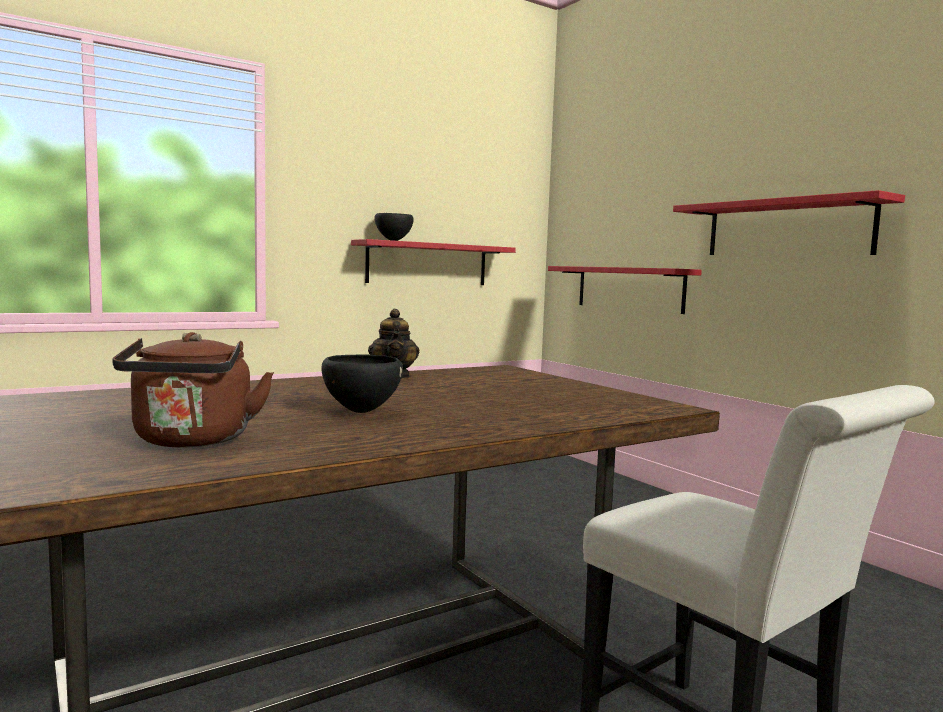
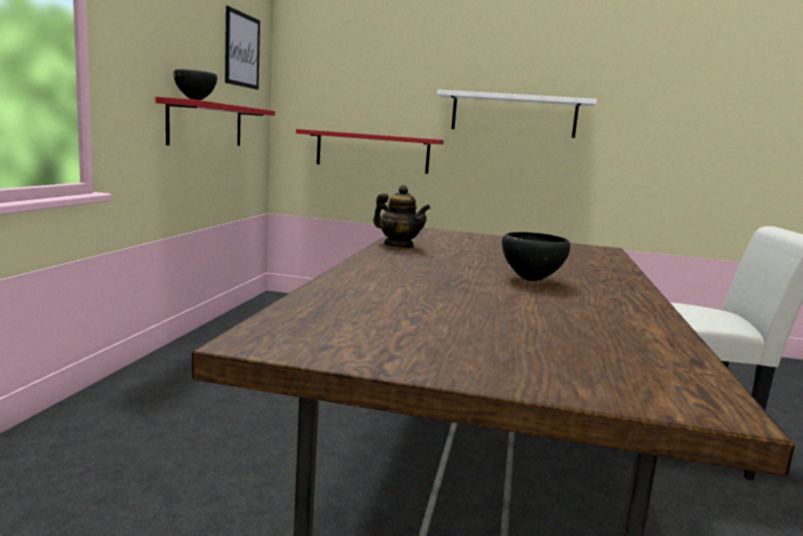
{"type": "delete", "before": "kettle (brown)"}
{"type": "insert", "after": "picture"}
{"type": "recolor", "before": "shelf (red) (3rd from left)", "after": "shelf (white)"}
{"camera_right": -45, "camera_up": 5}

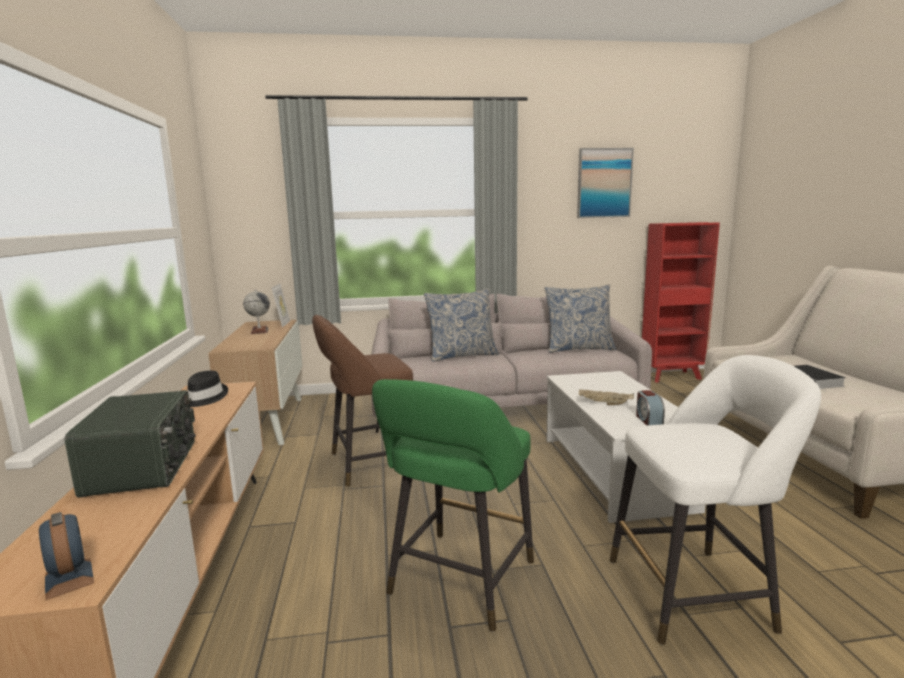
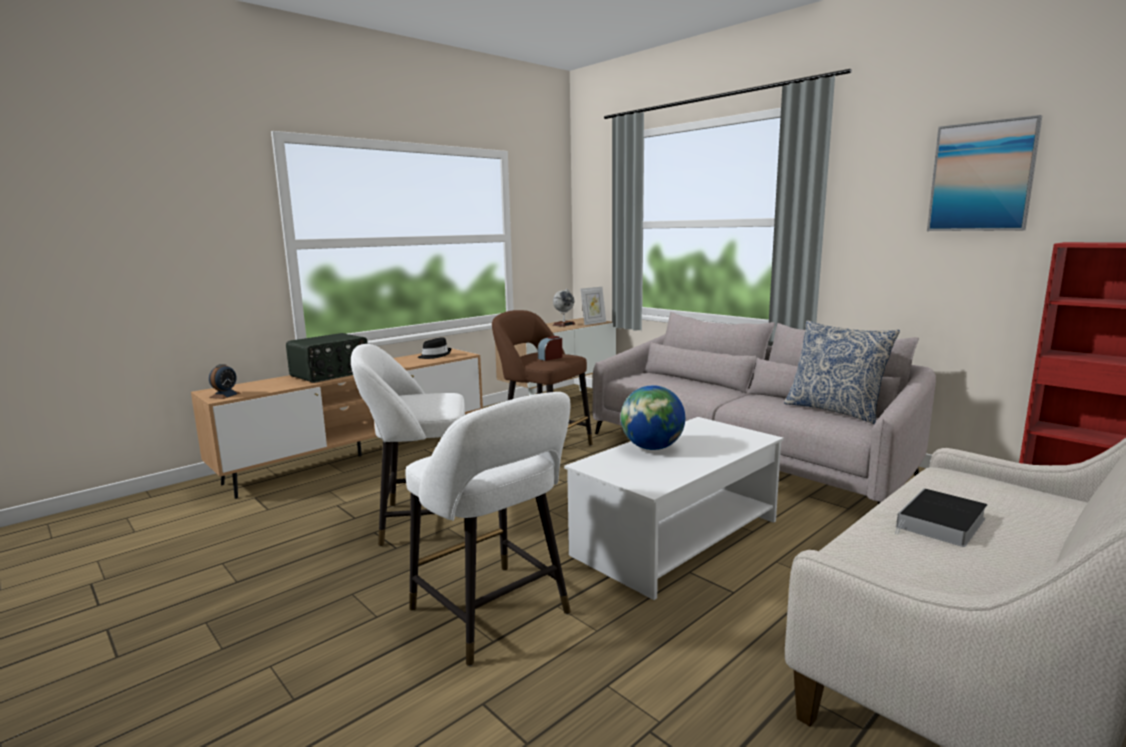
{"type": "delete", "before": "pillow (1st from left)"}
{"type": "move", "before": "alarm clock (2nd from left)"}
{"type": "replace", "before": "tray (beige)", "after": "globe (2nd from left)"}
{"type": "recolor", "before": "stool (green)", "after": "stool (white) (1st from left)"}
{"camera_right": 55, "camera_up": 0}

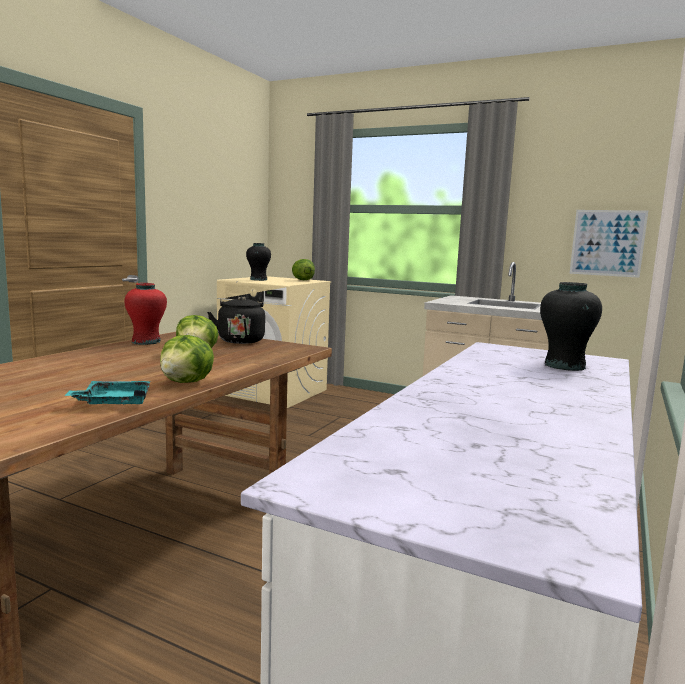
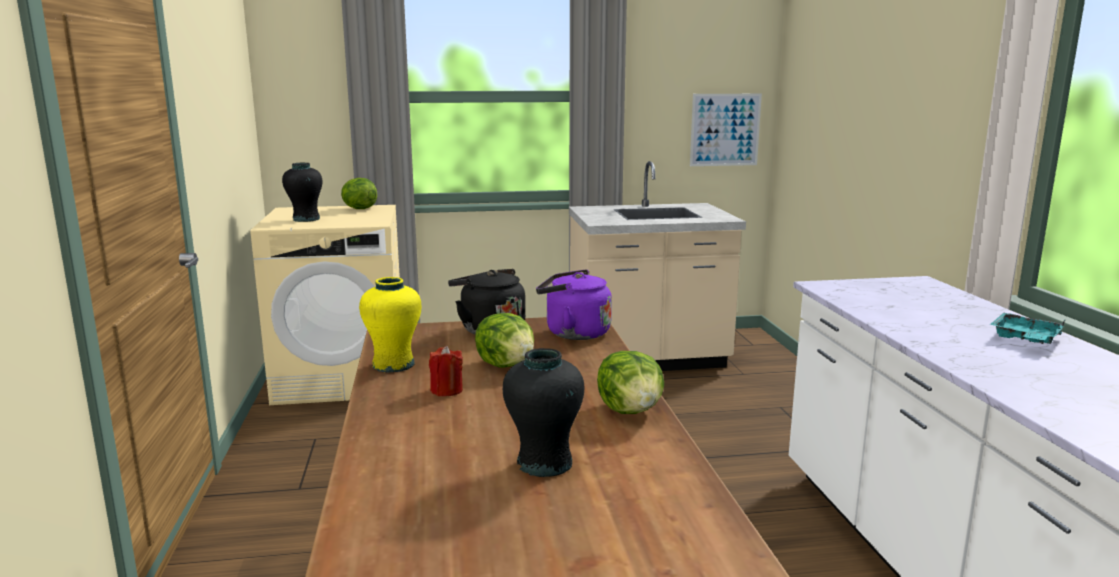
{"type": "insert", "after": "candle (red)"}
{"type": "insert", "after": "kettle (purple)"}
{"type": "move", "before": "tray (turquoise)"}
{"type": "move", "before": "vase (black) (2nd from left)"}
{"type": "recolor", "before": "vase (red)", "after": "vase (yellow)"}
{"camera_right": -35, "camera_up": 5}

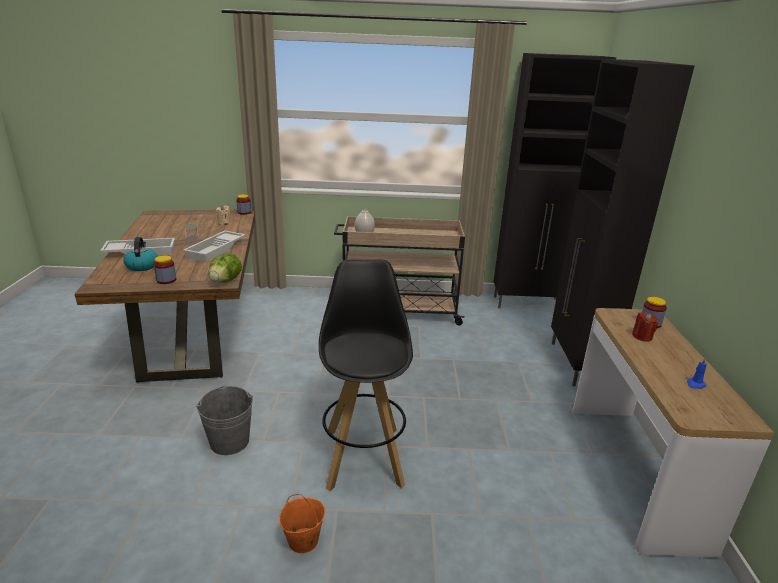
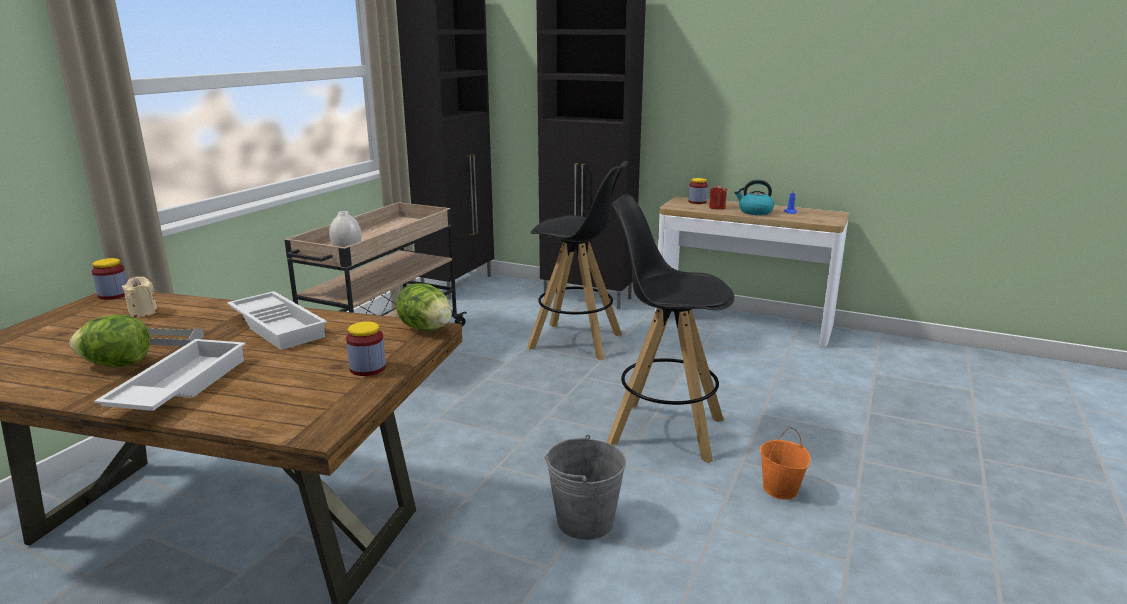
{"type": "insert", "after": "lettuce (1st from left)"}
{"type": "insert", "after": "stool (black) (1st from left)"}
{"type": "move", "before": "kettle"}
{"camera_right": -65, "camera_up": -5}

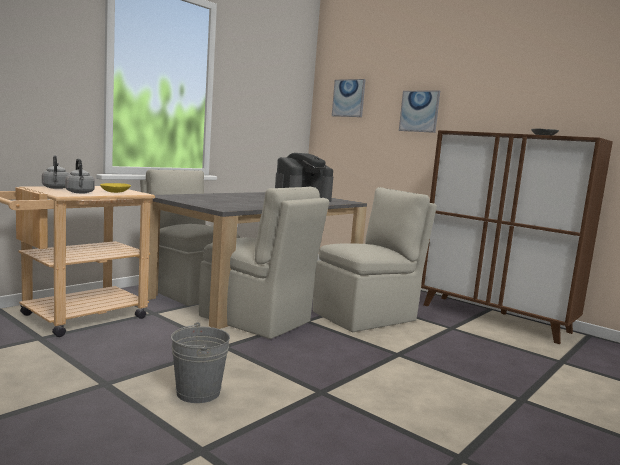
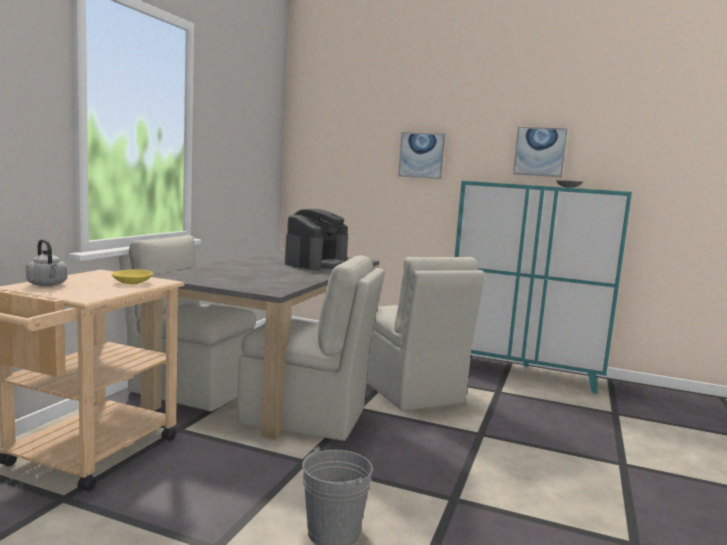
{"type": "delete", "before": "kettle (grey) (2nd from left)"}
{"type": "move", "before": "picture (1st from left in the first image)", "after": "picture (2nd from left)"}
{"type": "recolor", "before": "cabinet (brown)", "after": "cabinet (turquoise)"}
{"type": "rotate", "before": "chair (beige) (3rd from left)", "turn": 120}
{"camera_right": -20, "camera_up": 0}

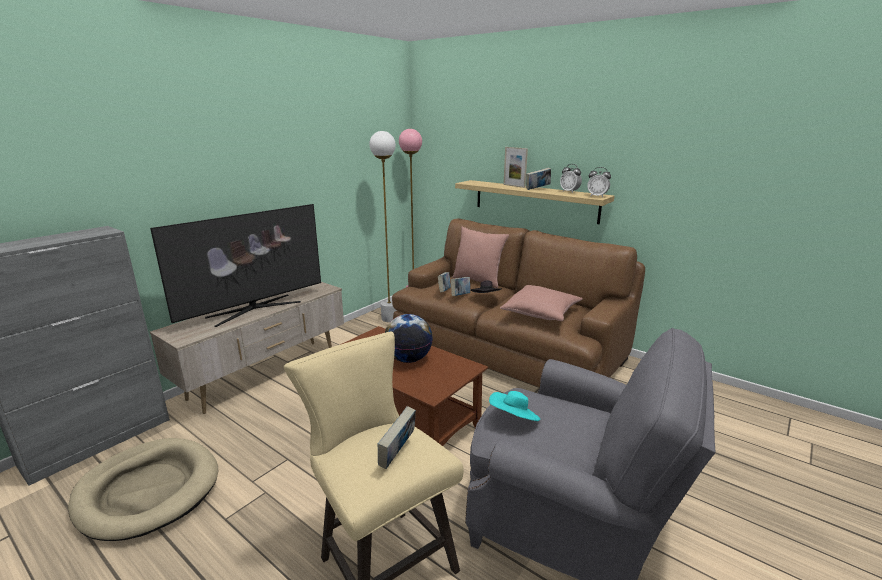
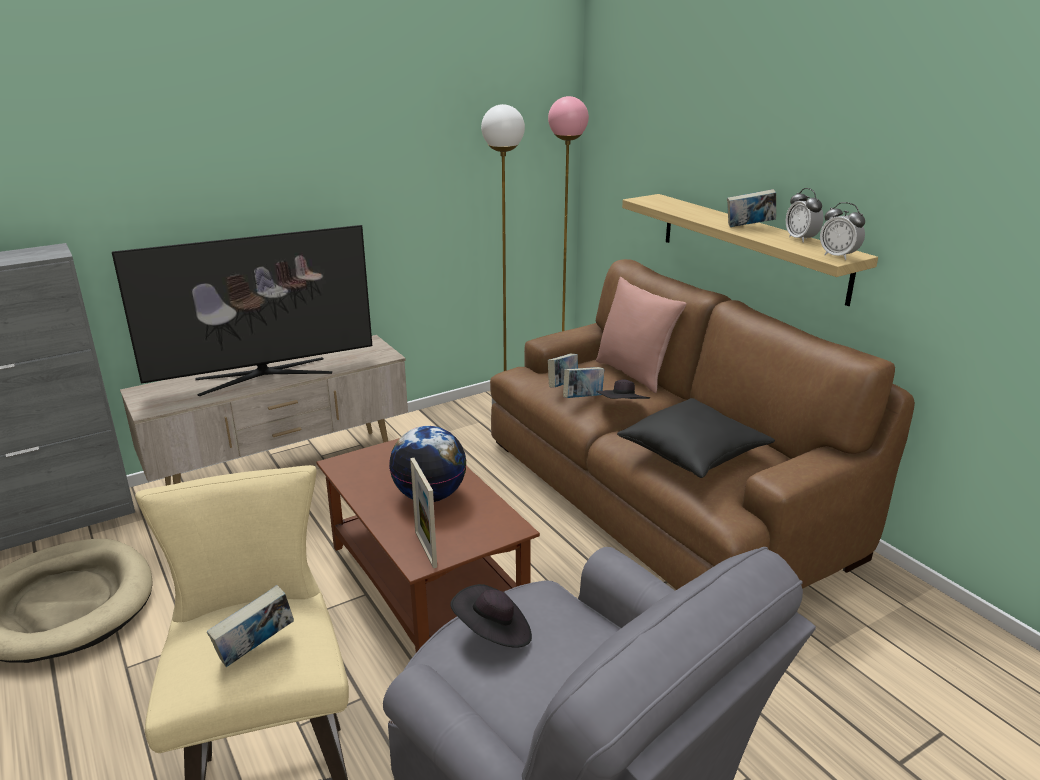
{"type": "move", "before": "picture frame"}
{"type": "recolor", "before": "hat (turquoise)", "after": "hat (black) (1st from left)"}
{"type": "recolor", "before": "pillow (pink) (2nd from left)", "after": "pillow (black)"}
{"camera_right": 20, "camera_up": 5}

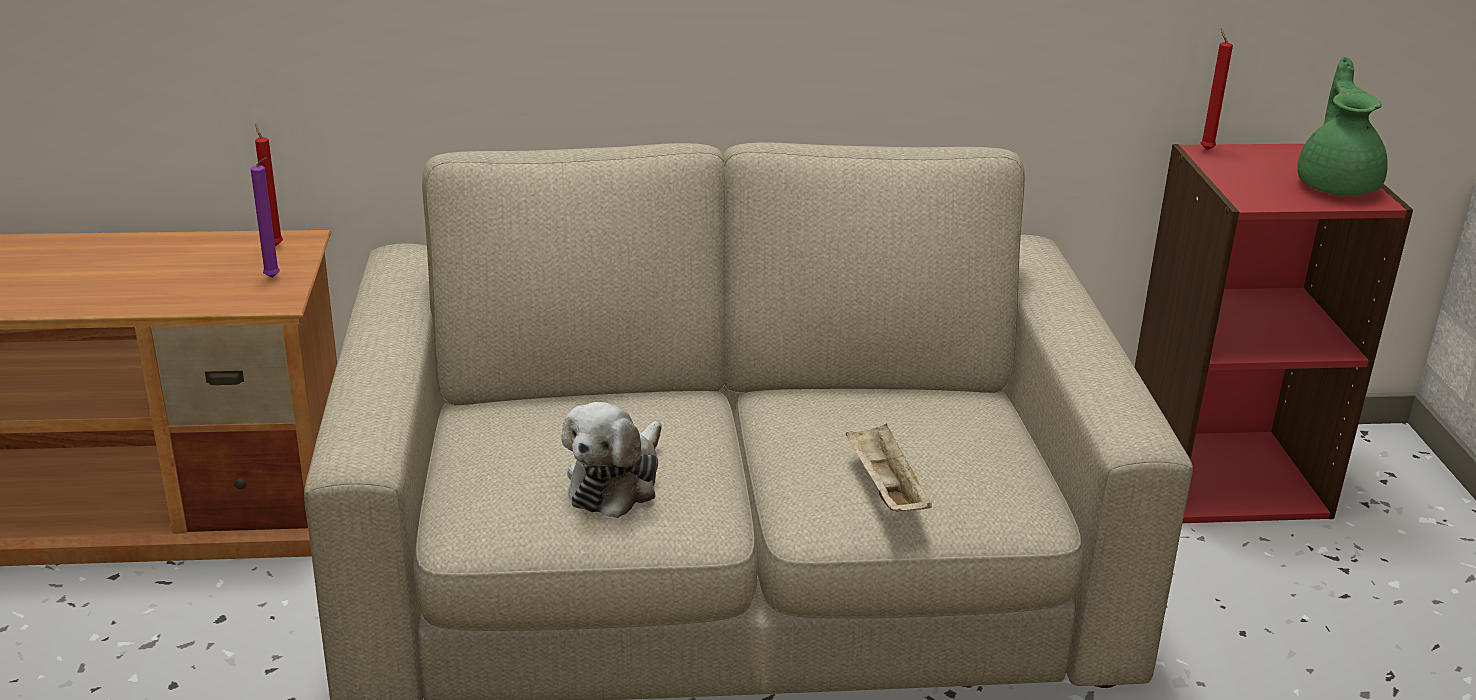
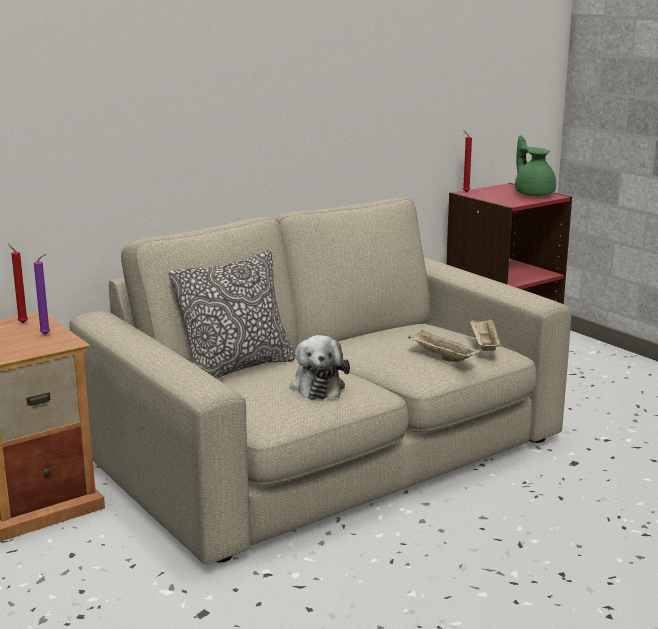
{"type": "insert", "after": "pillow"}
{"type": "insert", "after": "tray (beige) (2nd from left)"}
{"camera_right": -30, "camera_up": -10}

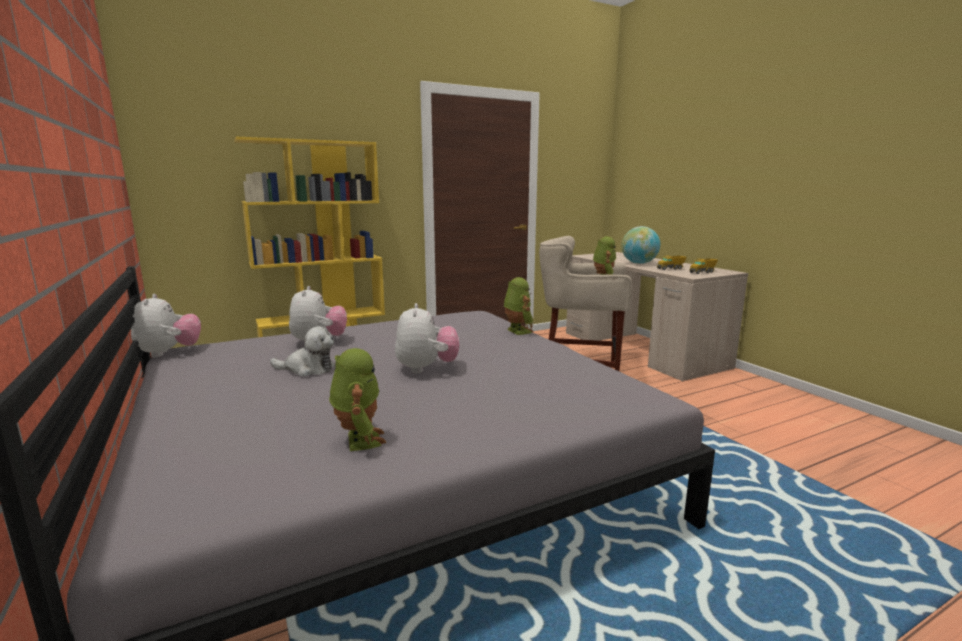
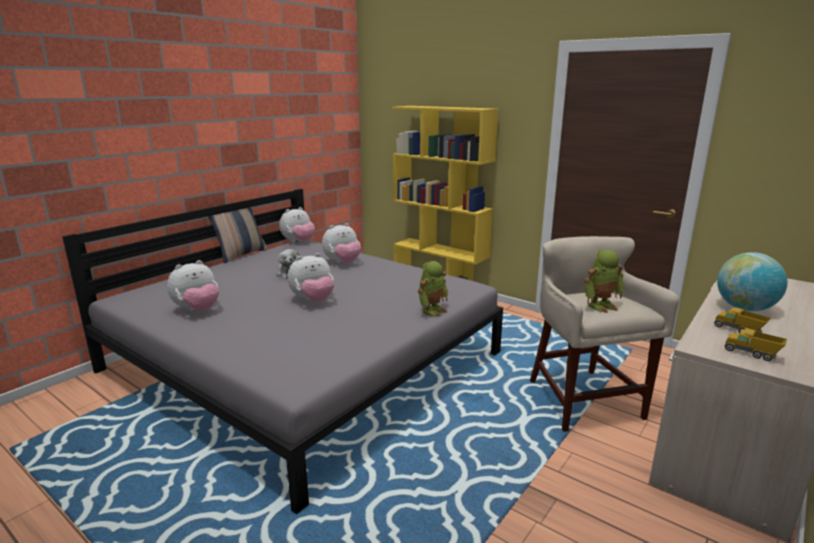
{"type": "insert", "after": "pillow"}
{"type": "replace", "before": "toy robot (1st from left)", "after": "plush toy (1st from left)"}
{"camera_right": 65, "camera_up": 5}

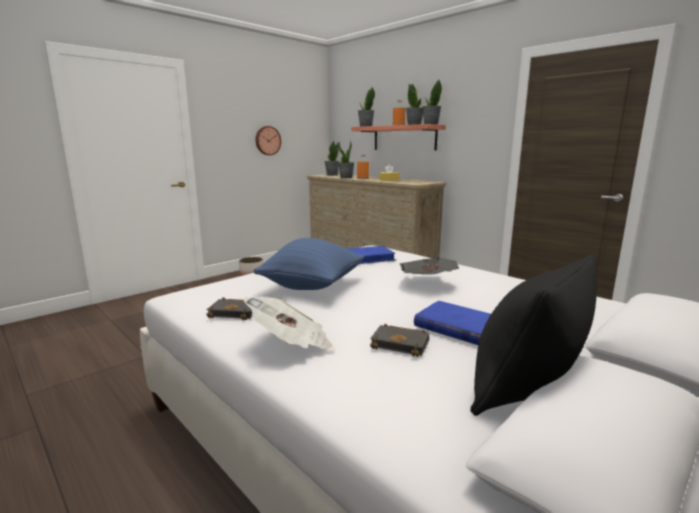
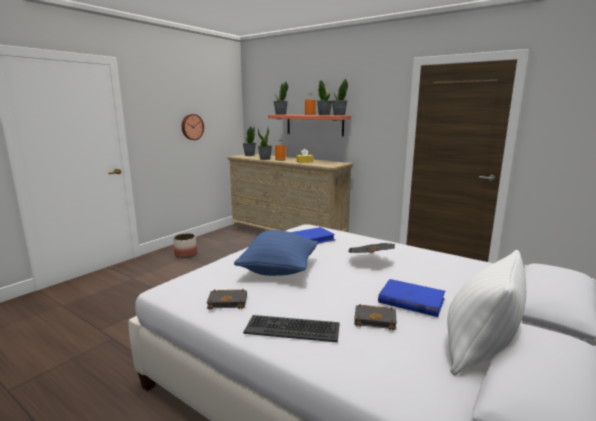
{"type": "replace", "before": "newspaper (1st from left)", "after": "keyboard"}
{"type": "recolor", "before": "pillow (black)", "after": "pillow (white)"}
{"camera_right": -10, "camera_up": 0}

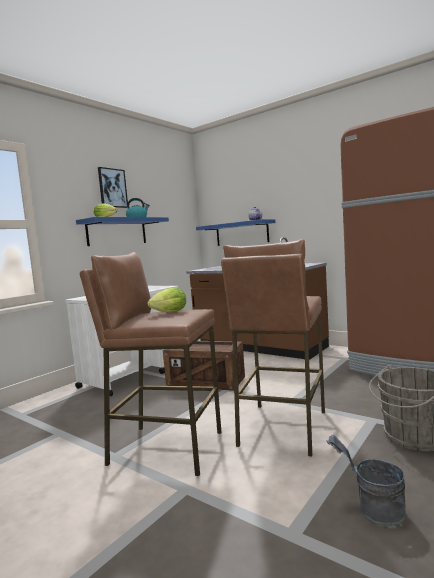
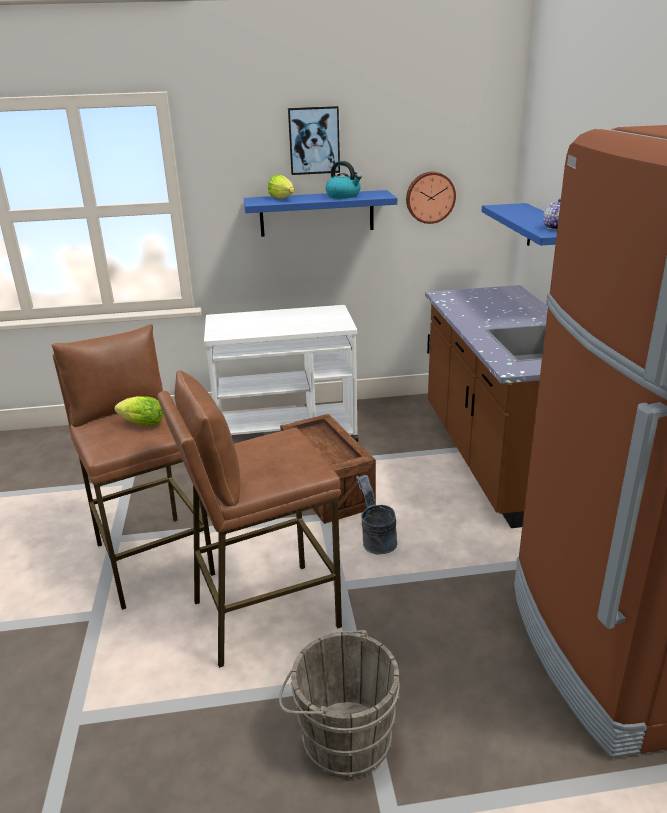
{"type": "insert", "after": "wall clock"}
{"type": "move", "before": "bucket (grey) (1st from left in the first image)", "after": "bucket (grey) (2nd from left)"}
{"camera_right": 45, "camera_up": 20}

